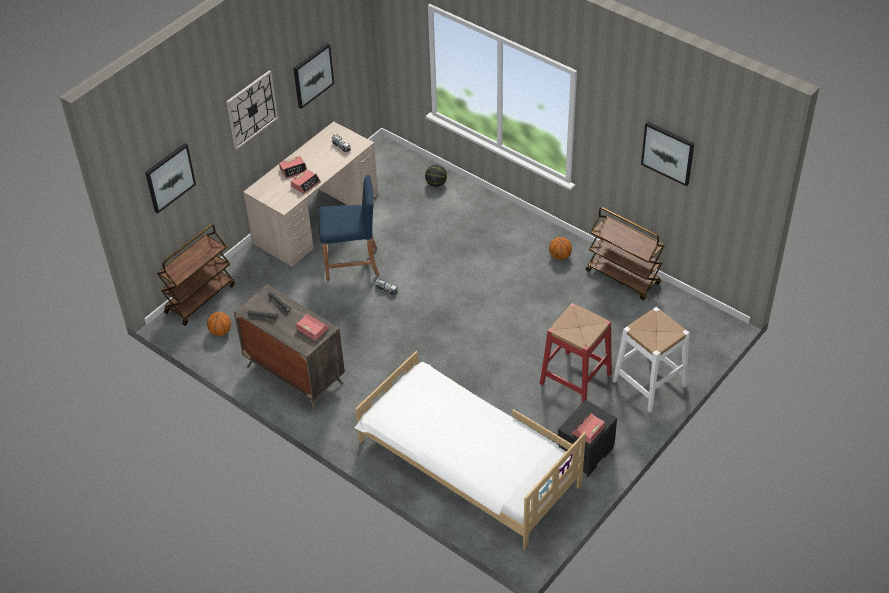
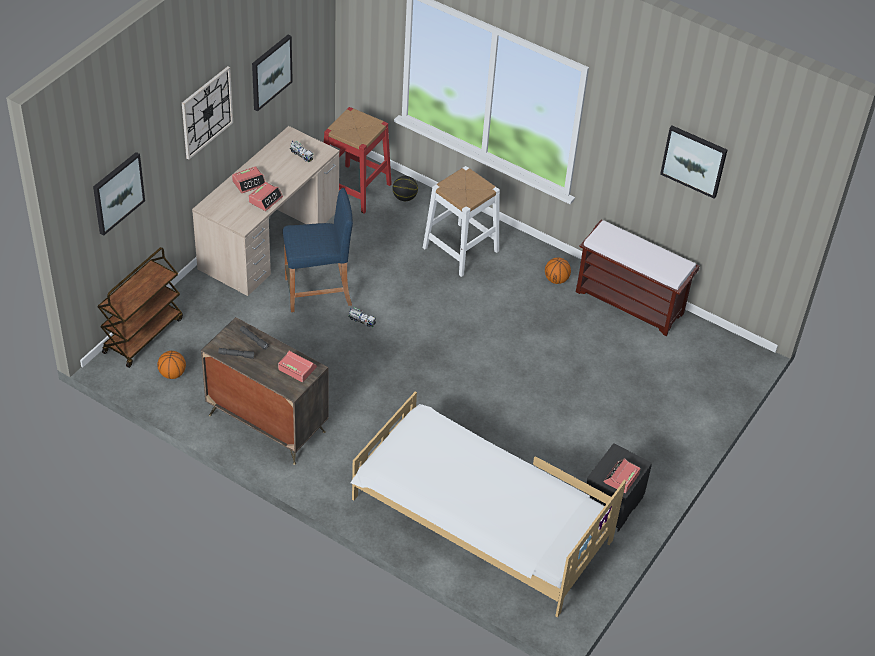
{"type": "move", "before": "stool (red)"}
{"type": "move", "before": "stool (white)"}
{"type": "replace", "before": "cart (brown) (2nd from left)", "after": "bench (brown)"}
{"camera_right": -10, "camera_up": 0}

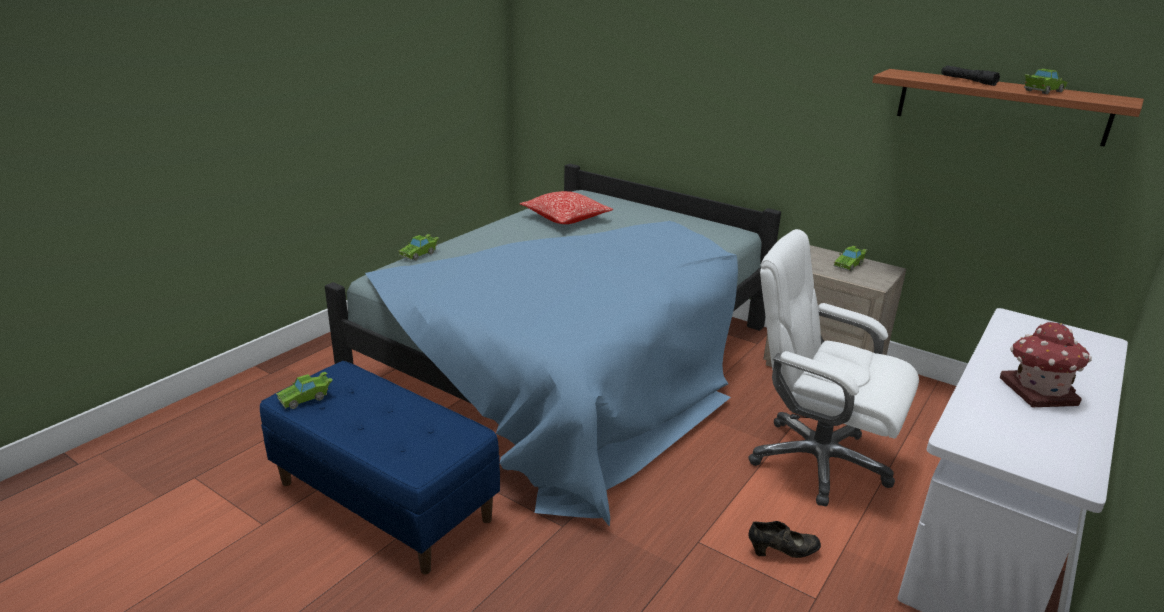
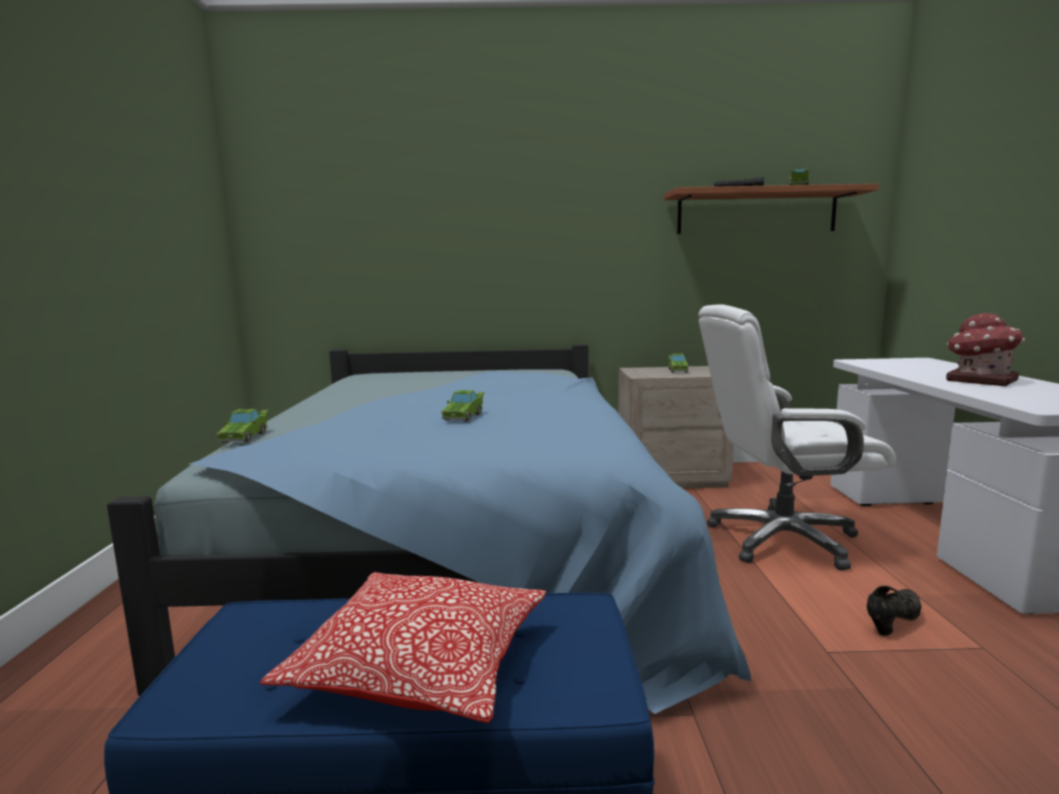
{"type": "move", "before": "toy car (green) (1st from left in the first image)", "after": "toy car (green) (2nd from left)"}
{"type": "move", "before": "pillow"}
{"camera_right": -35, "camera_up": -15}

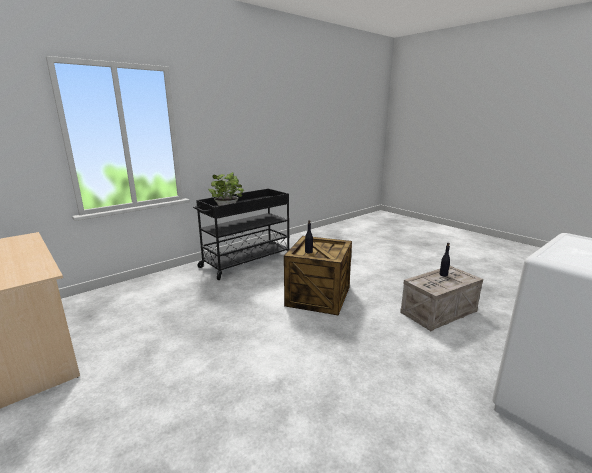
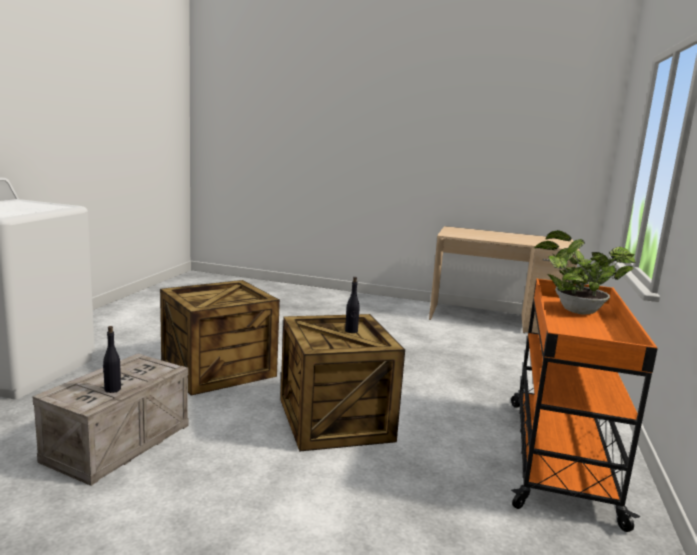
{"type": "insert", "after": "crate (2nd from left)"}
{"type": "recolor", "before": "cart (black)", "after": "cart (orange)"}
{"camera_right": 145, "camera_up": -5}

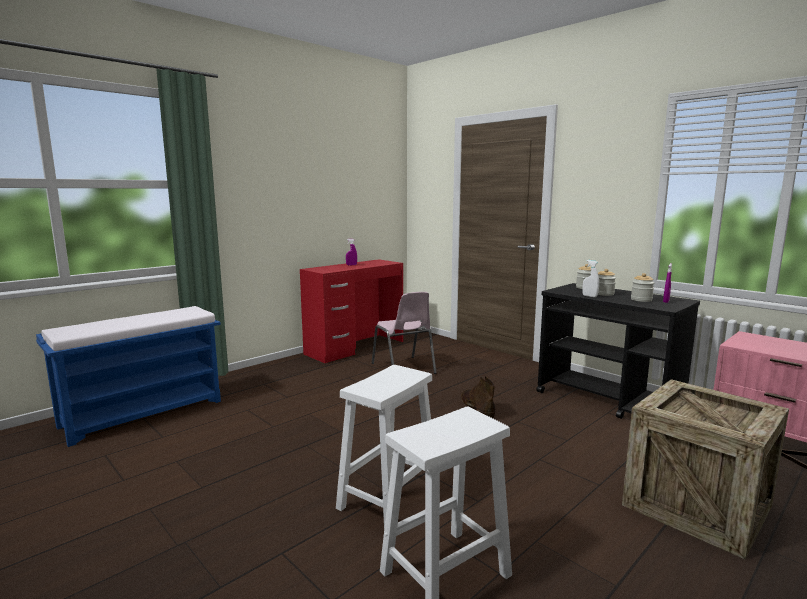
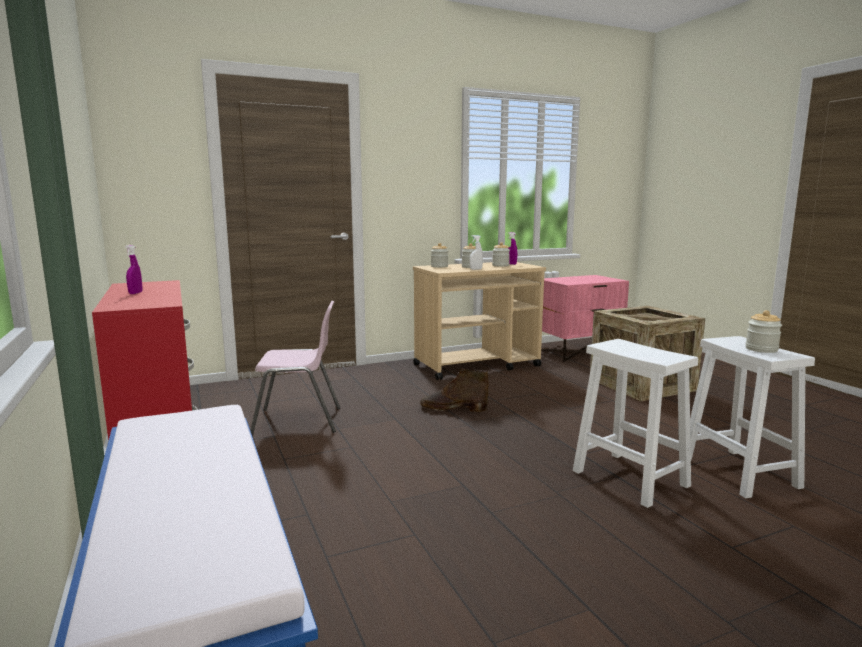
{"type": "insert", "after": "jar (4th from left)"}
{"type": "recolor", "before": "cart (black)", "after": "cart (beige)"}
{"camera_right": -70, "camera_up": 0}

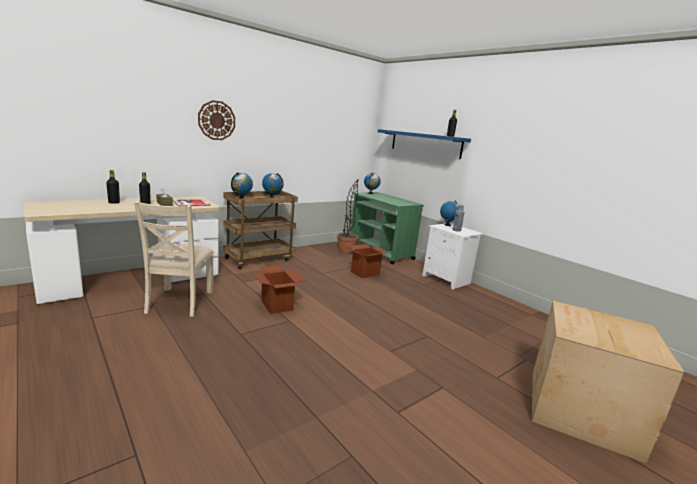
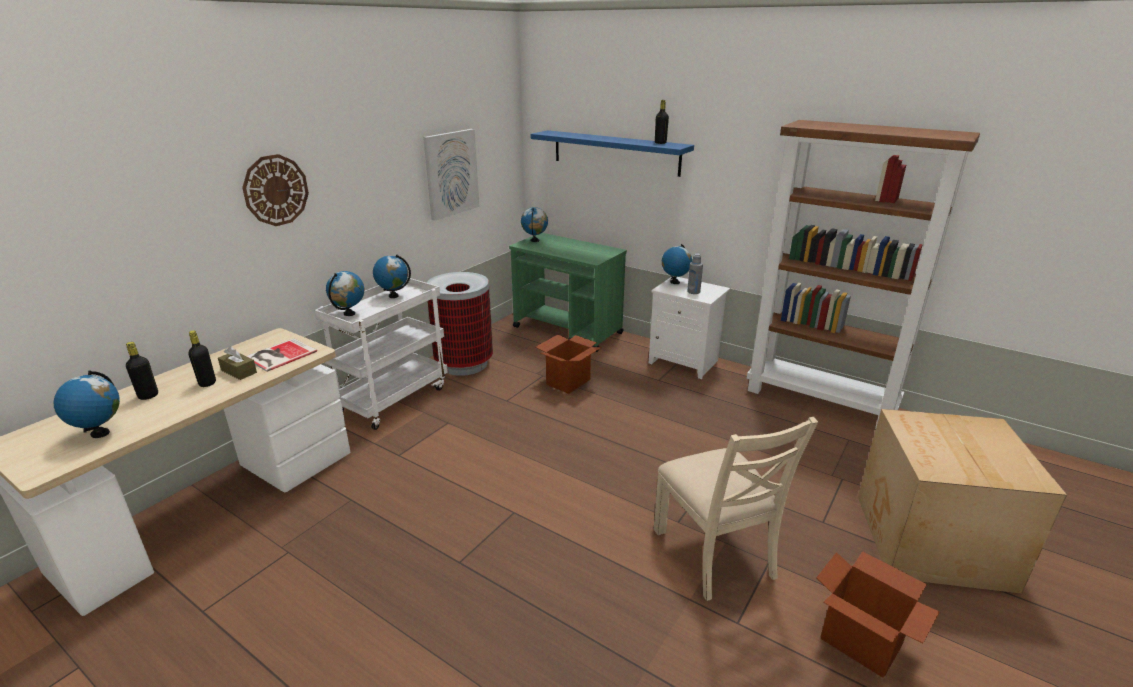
{"type": "delete", "before": "potted plant"}
{"type": "insert", "after": "globe (1st from left)"}
{"type": "insert", "after": "picture"}
{"type": "insert", "after": "trash can"}
{"type": "insert", "after": "bookcase (brown)"}
{"type": "move", "before": "chair (beige)"}
{"type": "move", "before": "cardboard box (1st from left in the first image)", "after": "cardboard box (2nd from left)"}
{"type": "recolor", "before": "cart (brown)", "after": "cart (white)"}
{"camera_right": -15, "camera_up": 10}

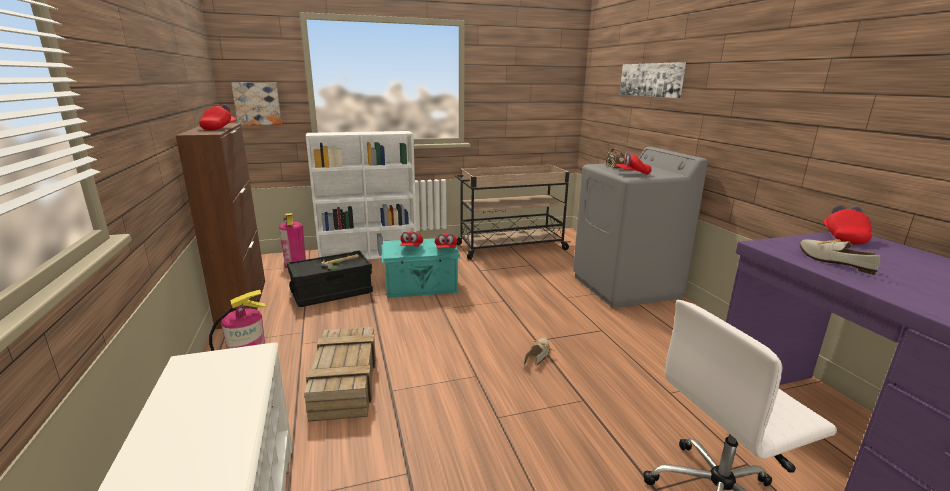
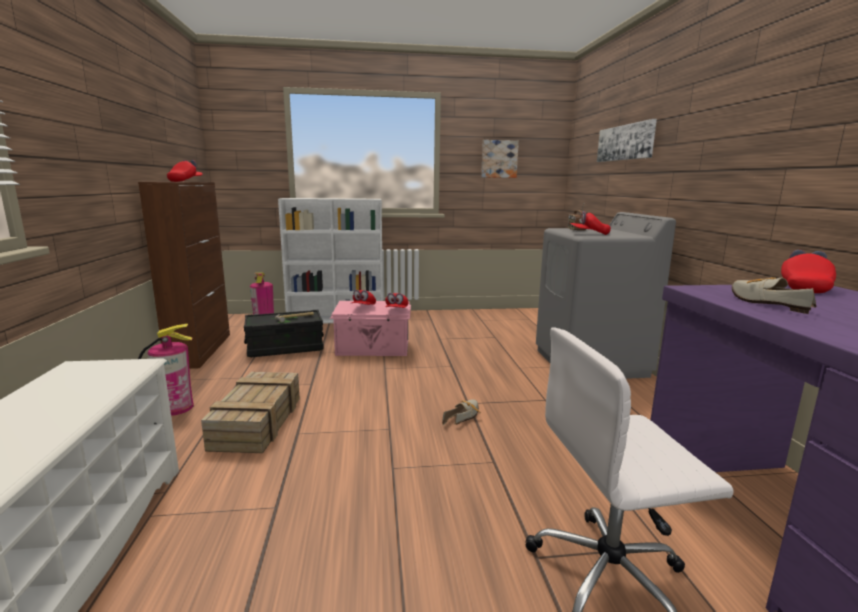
{"type": "delete", "before": "cart (beige)"}
{"type": "move", "before": "picture (1st from left)"}
{"type": "recolor", "before": "storage box (turquoise)", "after": "storage box (pink)"}
{"camera_right": 10, "camera_up": -5}

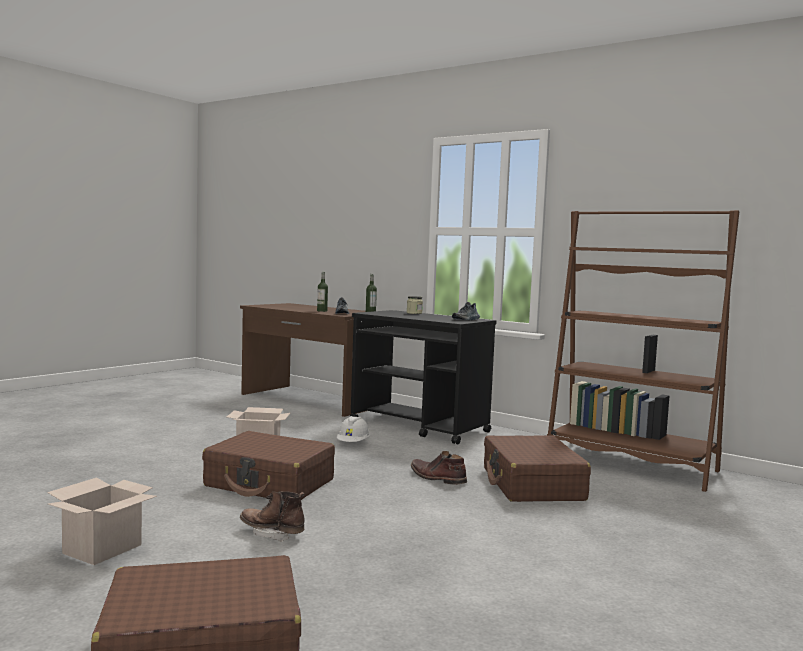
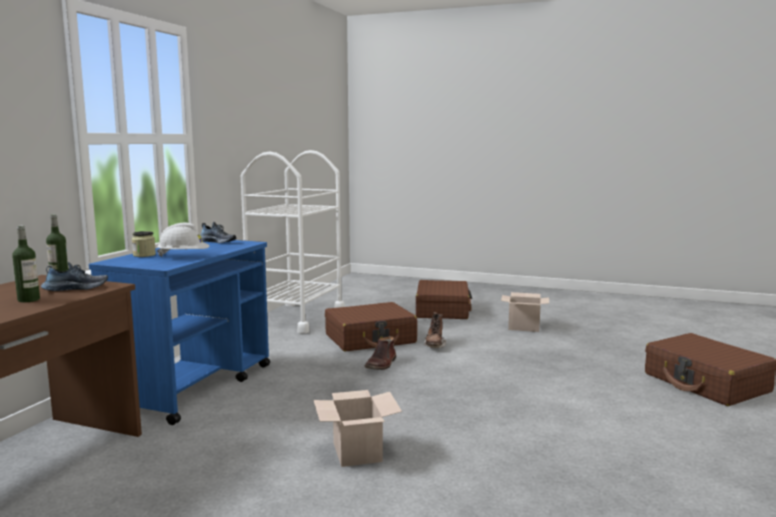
{"type": "move", "before": "cardboard box (1st from left in the first image)", "after": "cardboard box (2nd from left)"}
{"type": "move", "before": "suitcase (brown) (2nd from left)"}
{"type": "move", "before": "boot (brown) (1st from left in the first image)", "after": "boot (brown) (2nd from left)"}
{"type": "move", "before": "hard hat (white)"}
{"type": "replace", "before": "bookcase (brown)", "after": "cart (white)"}
{"type": "recolor", "before": "cart (black)", "after": "cart (blue)"}
{"camera_right": -105, "camera_up": 5}

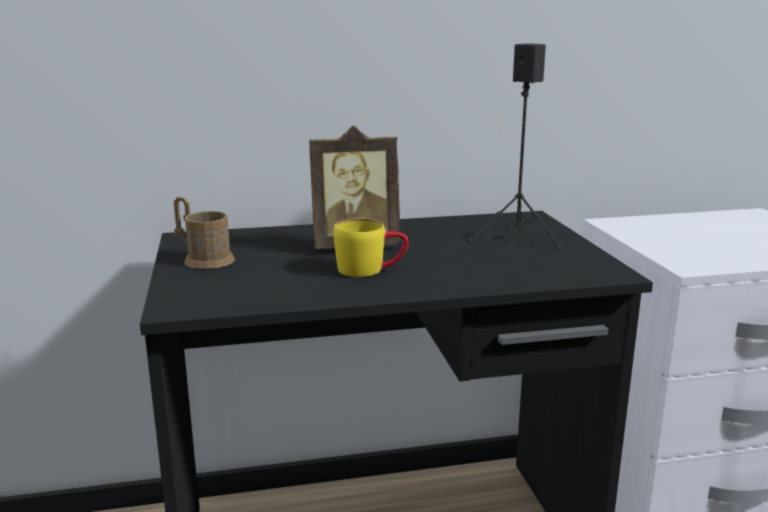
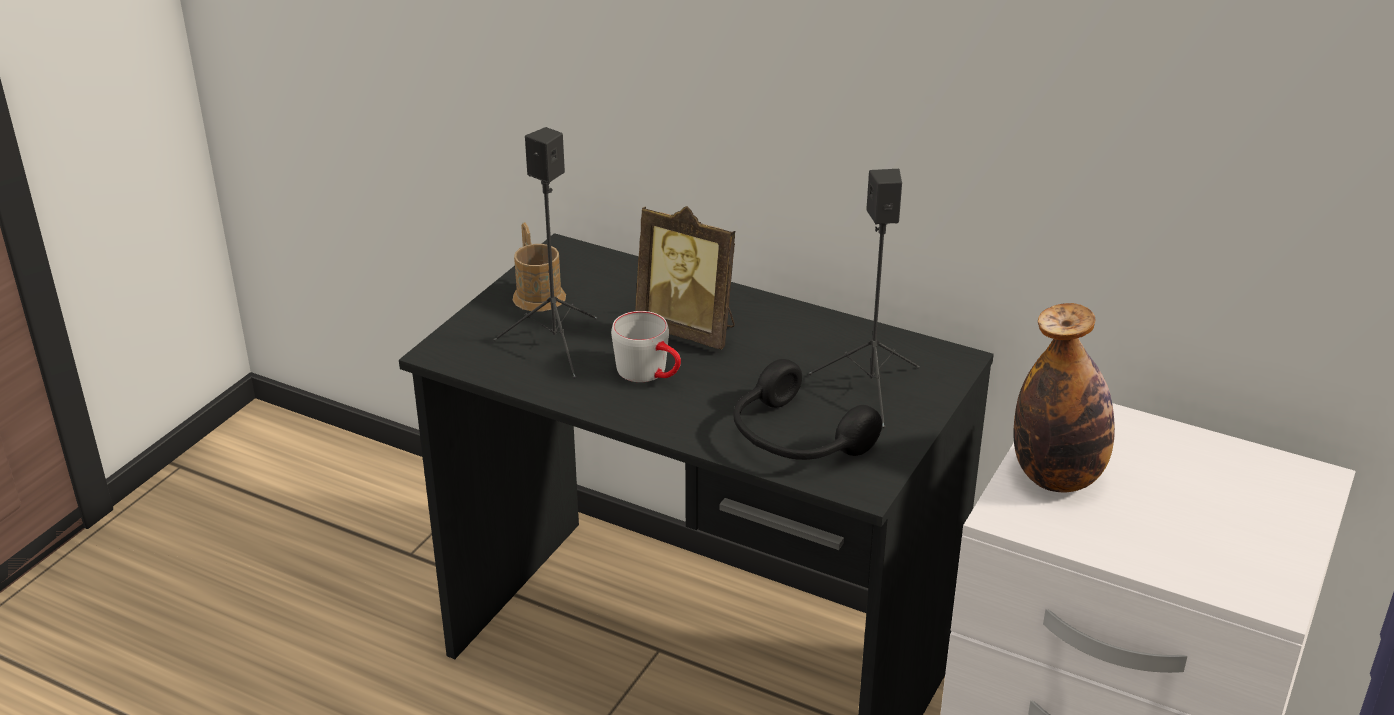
{"type": "insert", "after": "speaker (black) (1st from left)"}
{"type": "insert", "after": "headphones (black)"}
{"type": "insert", "after": "bottle"}
{"type": "recolor", "before": "mug (yellow)", "after": "mug (grey)"}
{"camera_right": 40, "camera_up": 15}

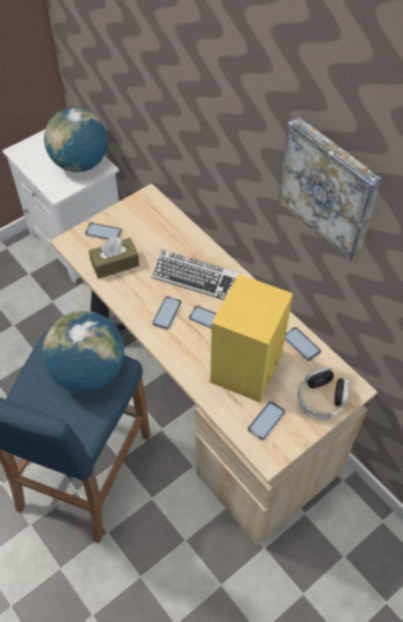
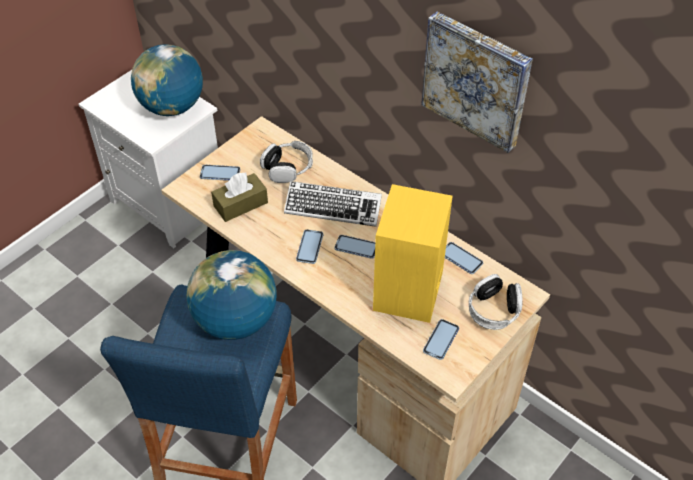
{"type": "insert", "after": "headphones (1st from left)"}
{"camera_right": -10, "camera_up": -5}

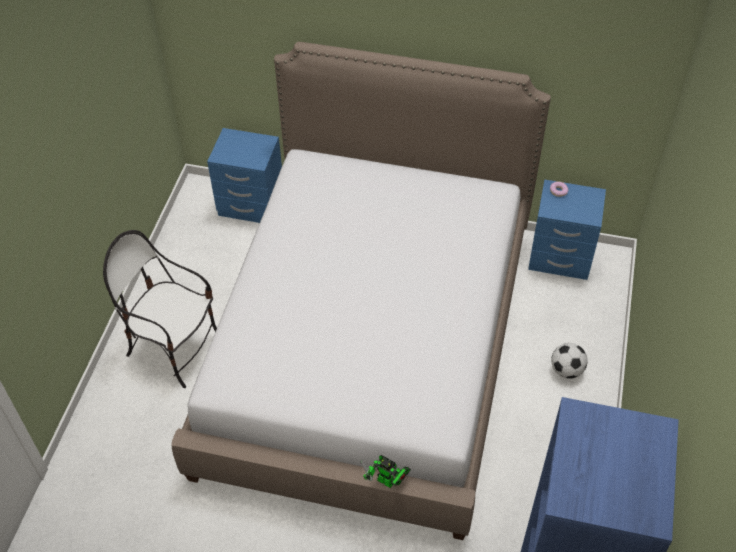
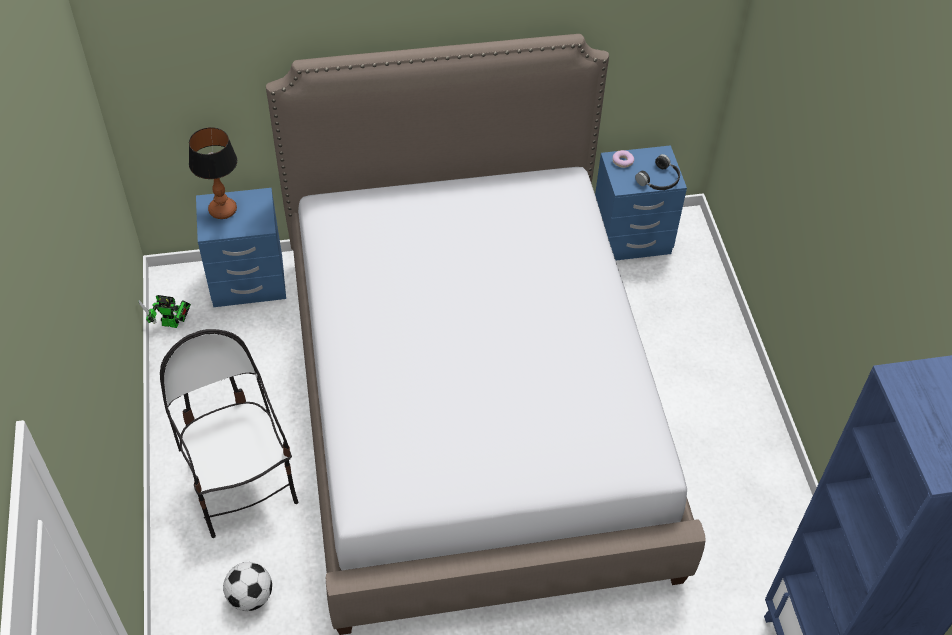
{"type": "insert", "after": "table lamp"}
{"type": "insert", "after": "headphones (black)"}
{"type": "move", "before": "toy robot"}
{"type": "move", "before": "football"}
{"type": "rotate", "before": "chair", "turn": 60}
{"camera_right": -25, "camera_up": 0}

